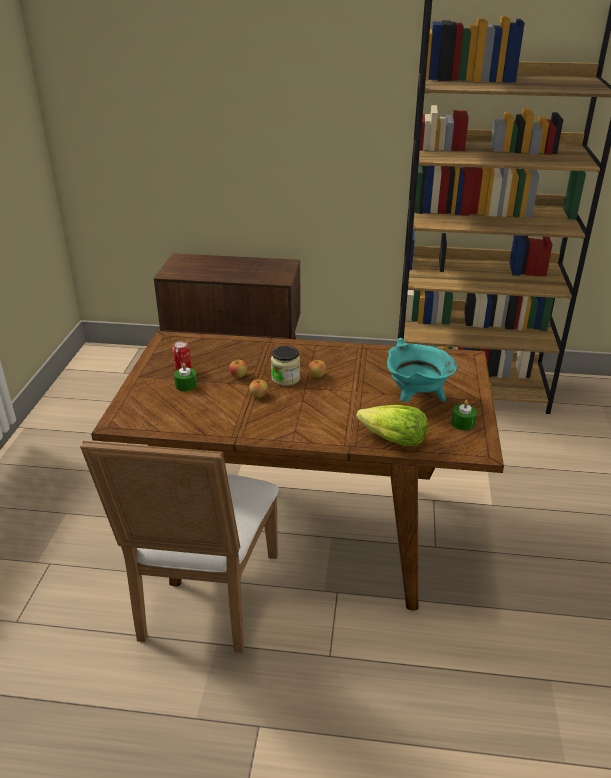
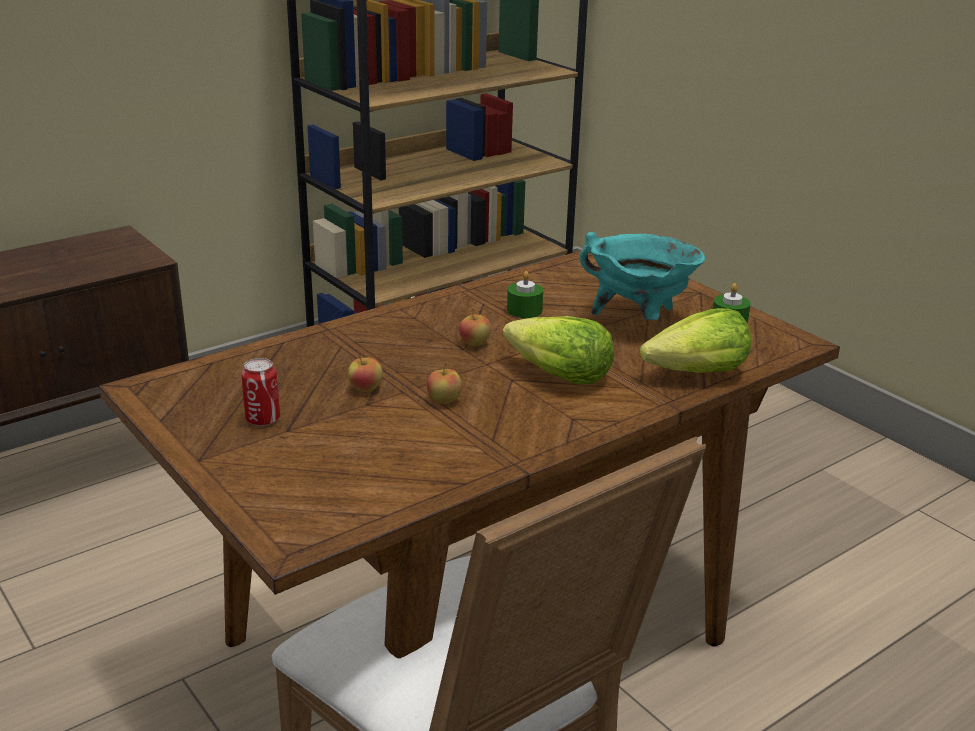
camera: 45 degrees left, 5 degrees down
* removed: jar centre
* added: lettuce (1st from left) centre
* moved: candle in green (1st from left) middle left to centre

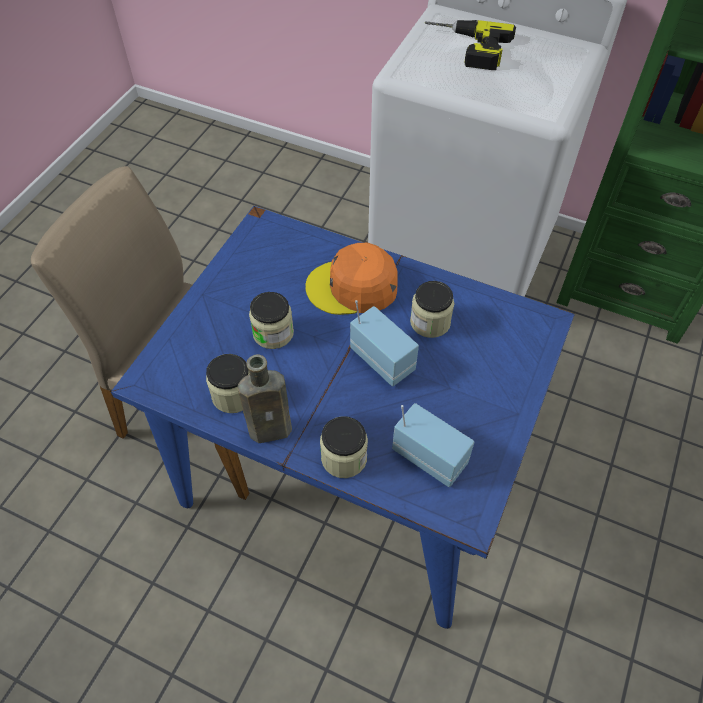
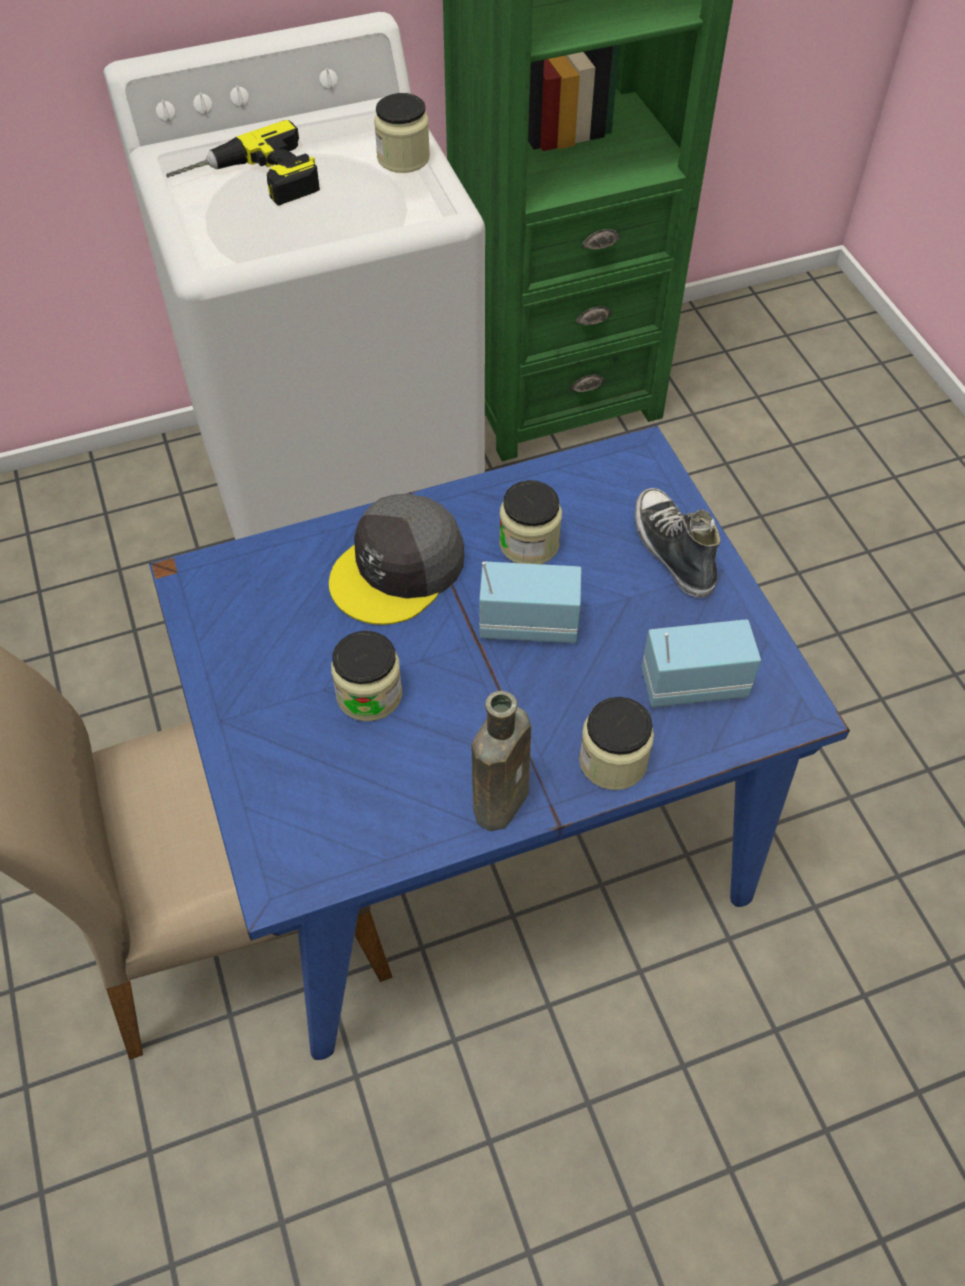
camera: 45 degrees left, 0 degrees up
* added: shoe middle right
* moved: jar (1st from left in the first image) middle left to jar (2nd from left) top centre
* recoloured: cap in orange centre to cap in grey centre

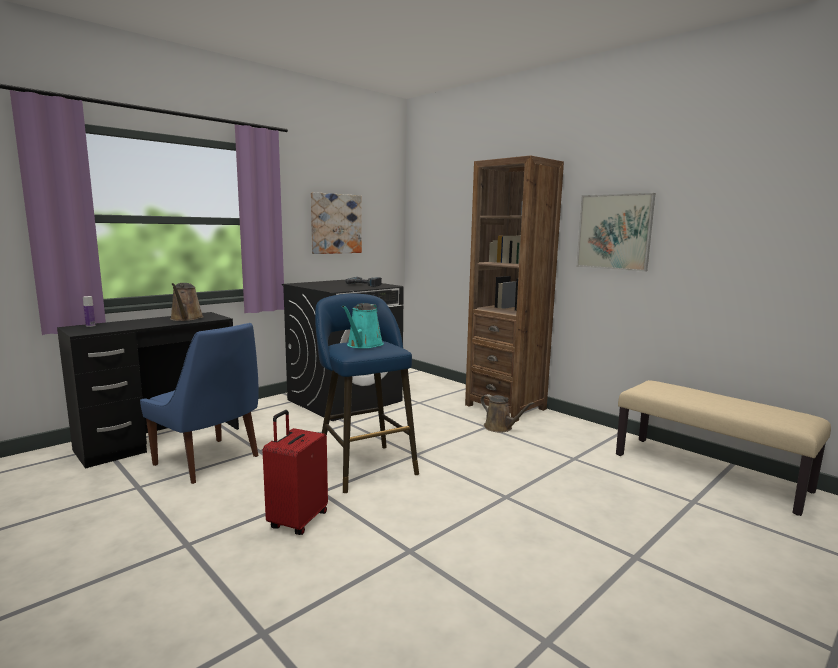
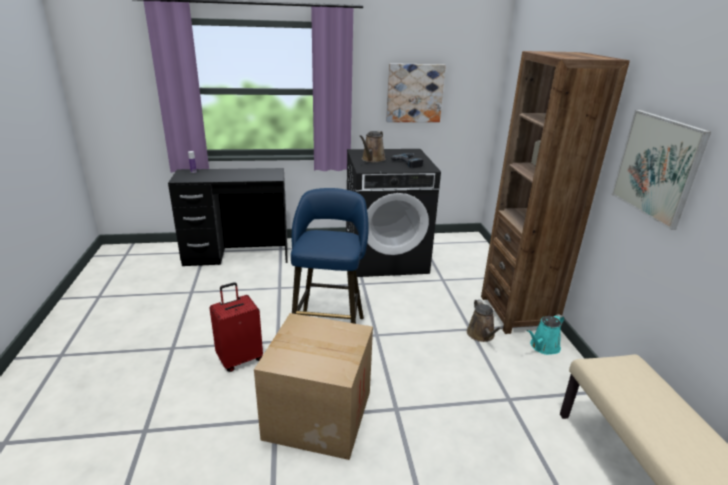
camera: 35 degrees right, 15 degrees up
* removed: chair in blue middle left
* added: cardboard box bottom centre
* moved: watering can in brown (1st from left) middle left to top centre
* moved: watering can in turquoise centre to bottom right

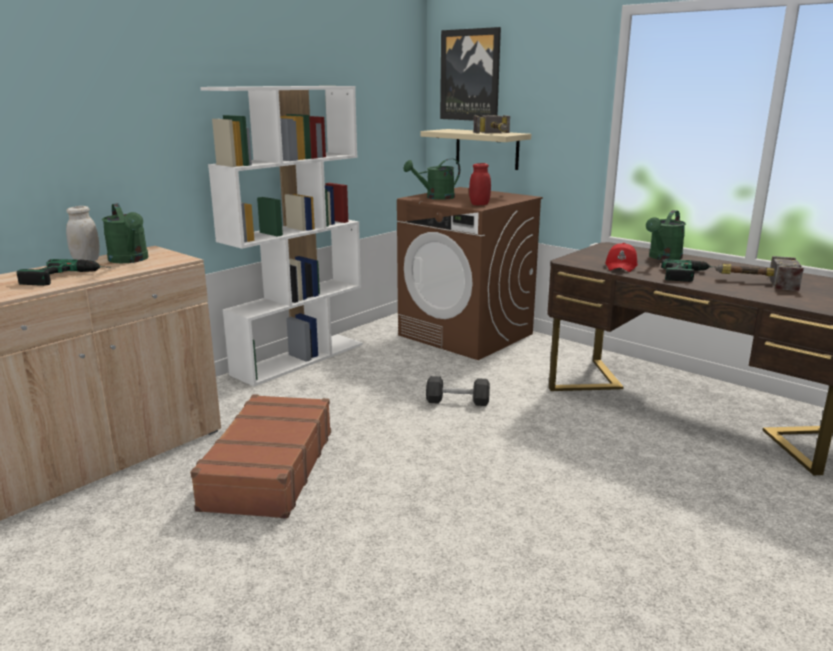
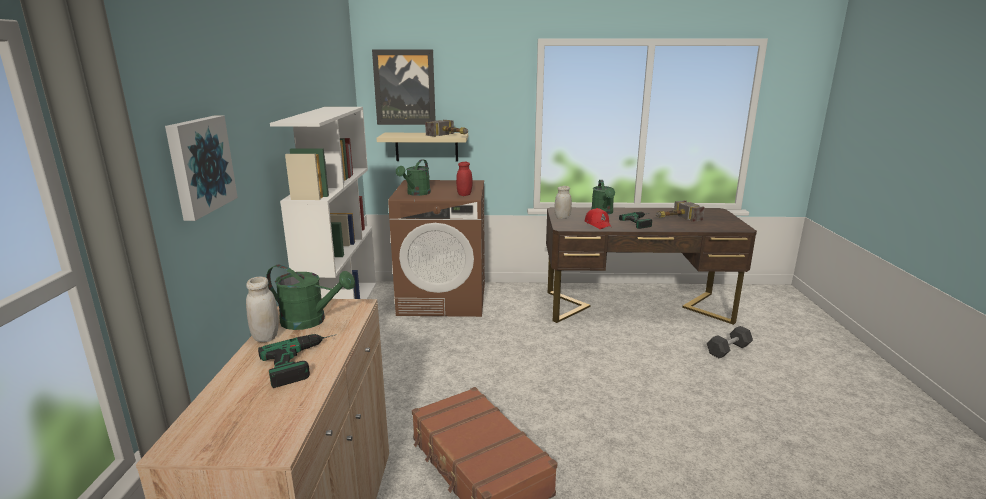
camera: 40 degrees left, 0 degrees up
* added: picture (1st from left) middle left
* added: jar in white (2nd from left) centre
* moved: dumbbell in black centre to bottom right

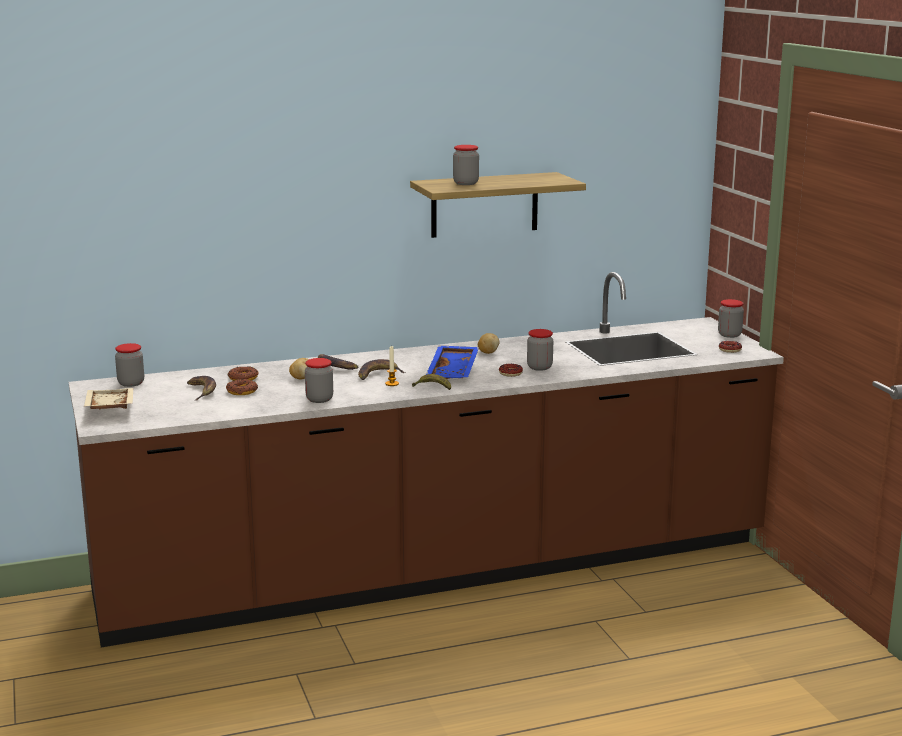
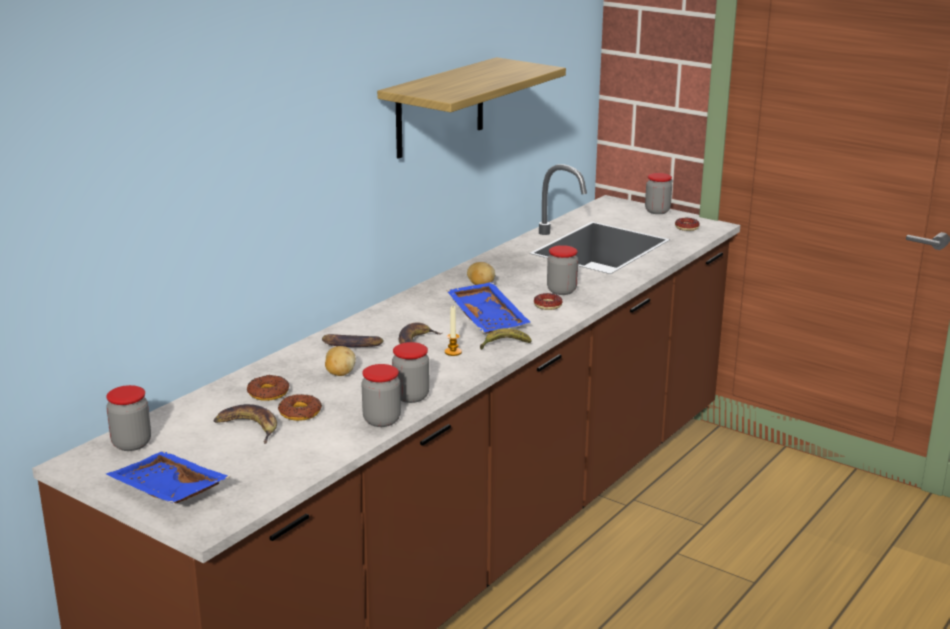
camera: 35 degrees left, 5 degrees up
* moved: jar (3rd from left in the first image) top centre to jar (2nd from left) centre
* recoloured: tray in beige middle left to tray in blue (1st from left) bottom left

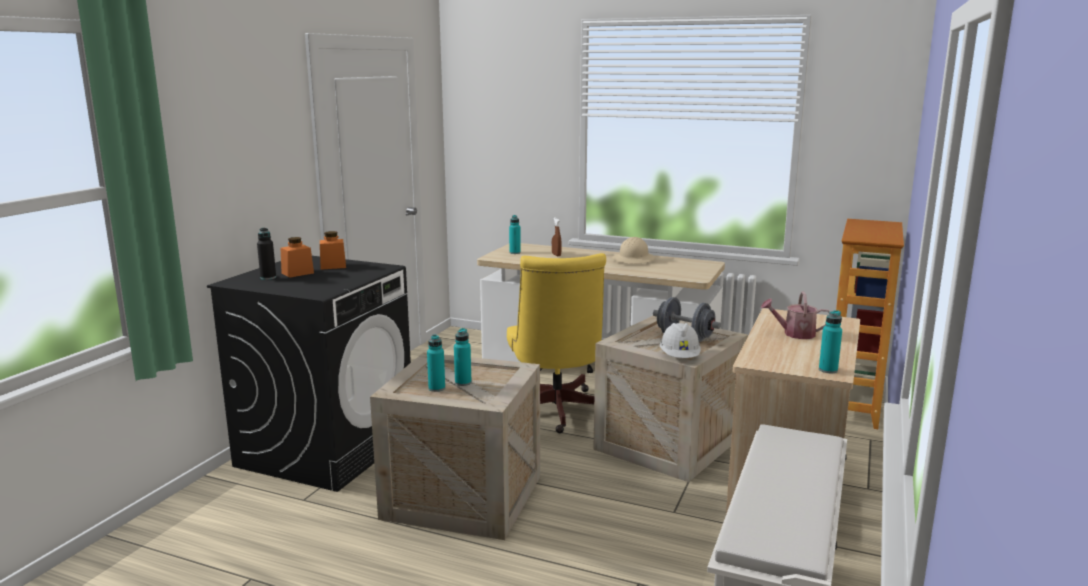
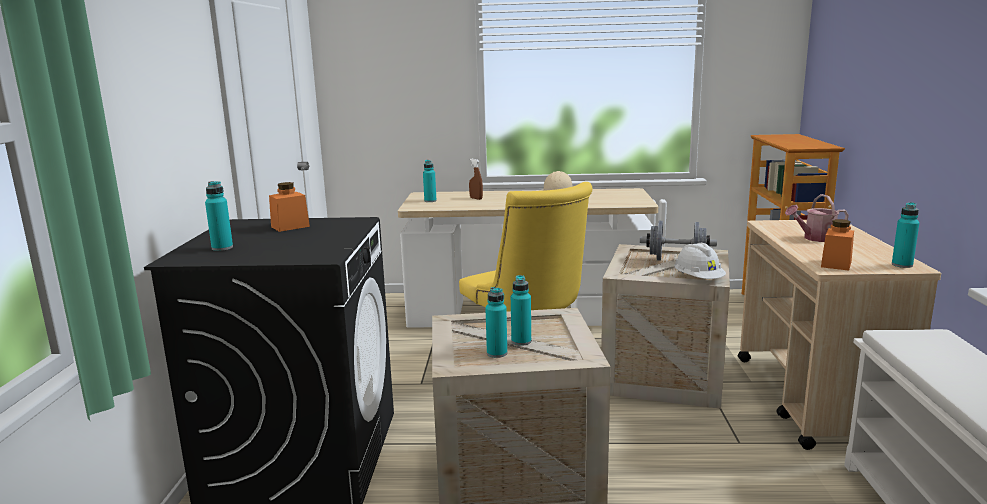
camera: 20 degrees left, 0 degrees up
* moved: jar in orange (1st from left in the first image) middle left to jar in orange (2nd from left) middle right
* recoloured: bottle in black middle left to bottle in turquoise (1st from left) middle left

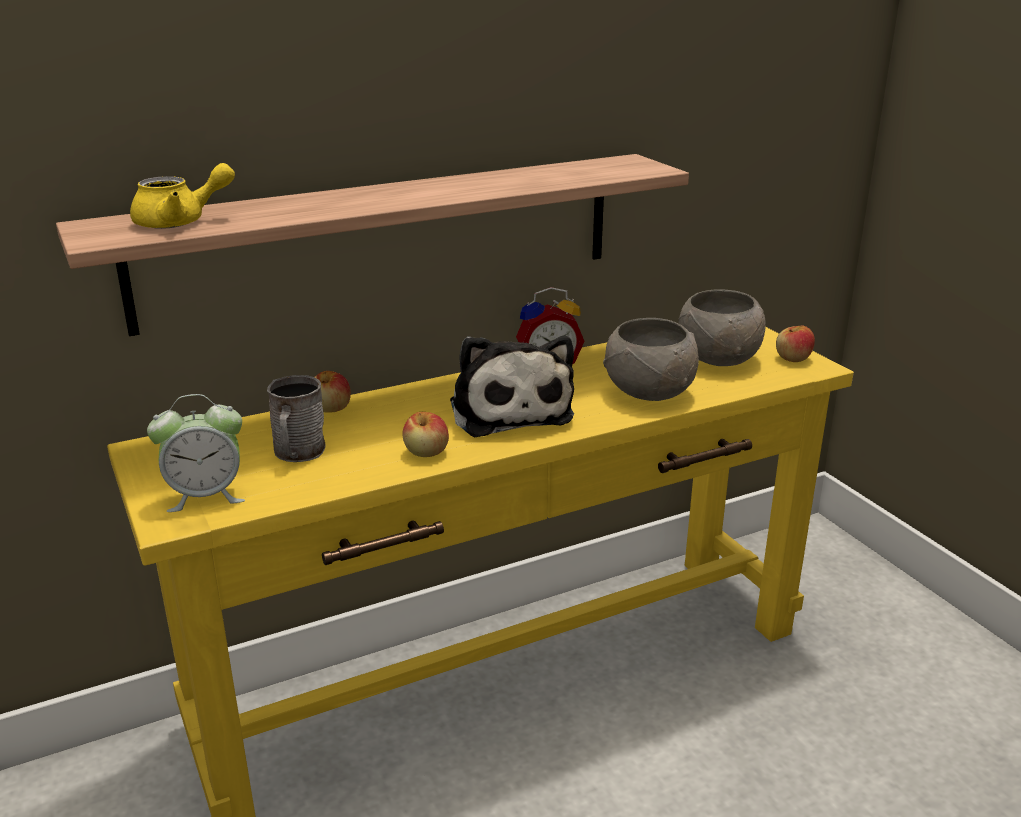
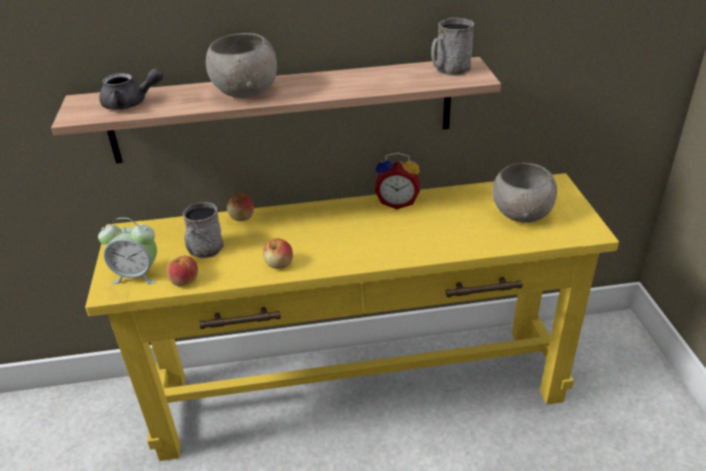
camera: 20 degrees right, 10 degrees up
* removed: plush toy centre
* added: mug in grey (2nd from left) top centre
* moved: bowl in grey (1st from left) centre to top centre
* moved: apple (3rd from left in the first image) middle right to apple (1st from left) middle left
* recoloured: teapot in yellow top left to teapot in grey top left

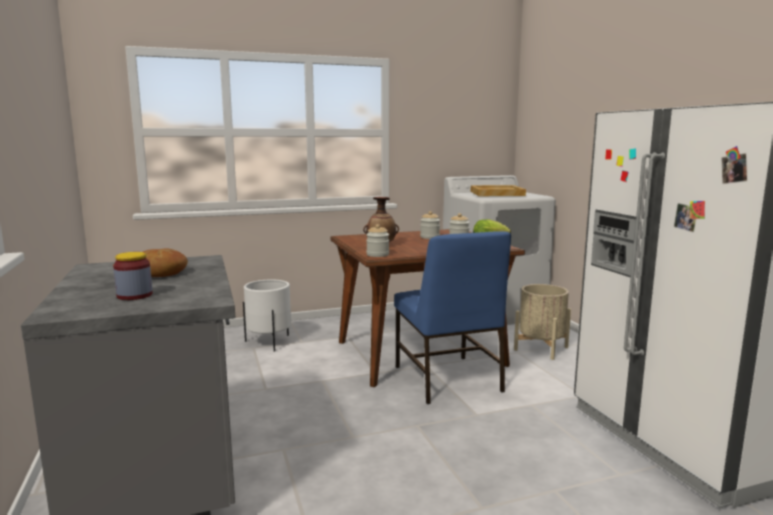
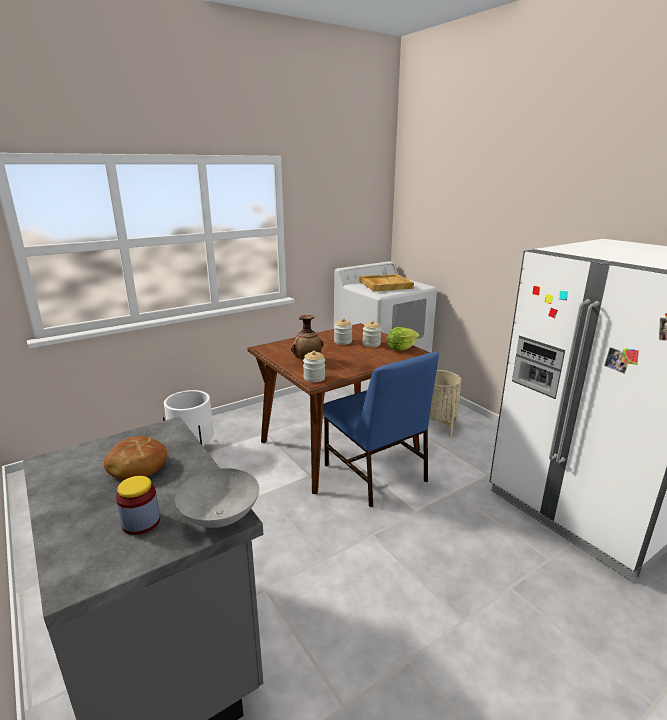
camera: 15 degrees left, 10 degrees up
* added: bowl in grey bottom left

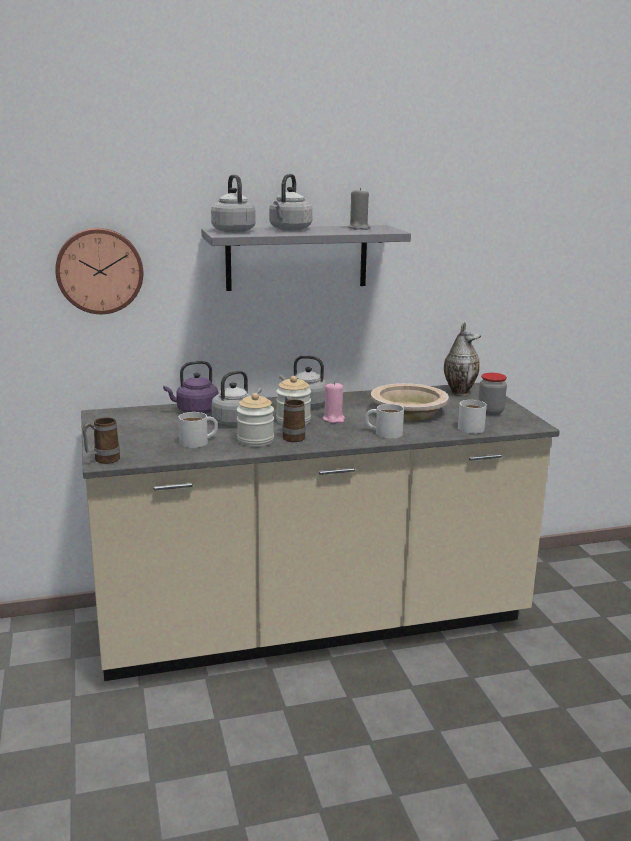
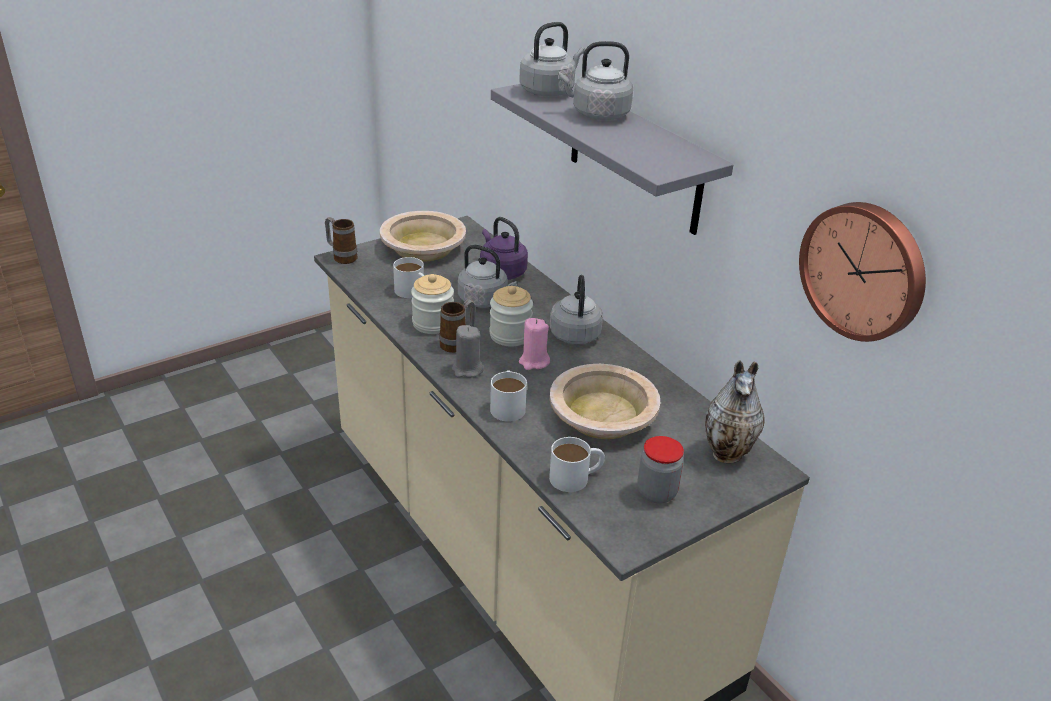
camera: 70 degrees right, 15 degrees up
* added: bowl in beige (1st from left) centre
* moved: wall clock top left to middle right
* moved: candle in grey top centre to centre

